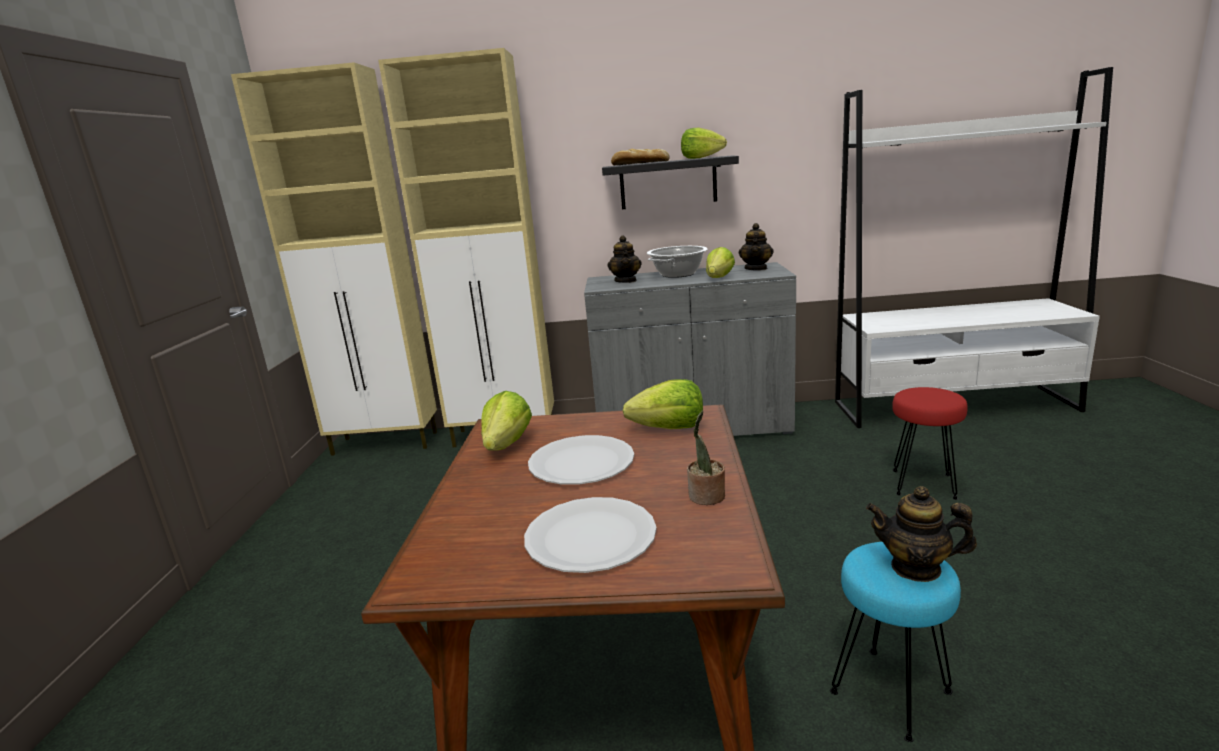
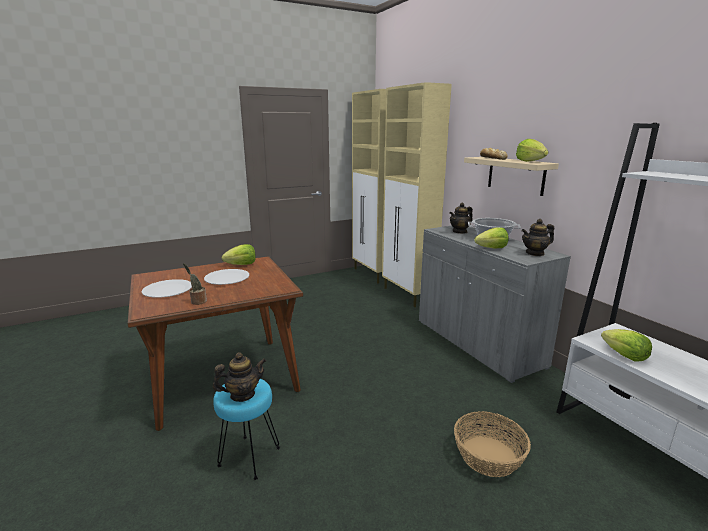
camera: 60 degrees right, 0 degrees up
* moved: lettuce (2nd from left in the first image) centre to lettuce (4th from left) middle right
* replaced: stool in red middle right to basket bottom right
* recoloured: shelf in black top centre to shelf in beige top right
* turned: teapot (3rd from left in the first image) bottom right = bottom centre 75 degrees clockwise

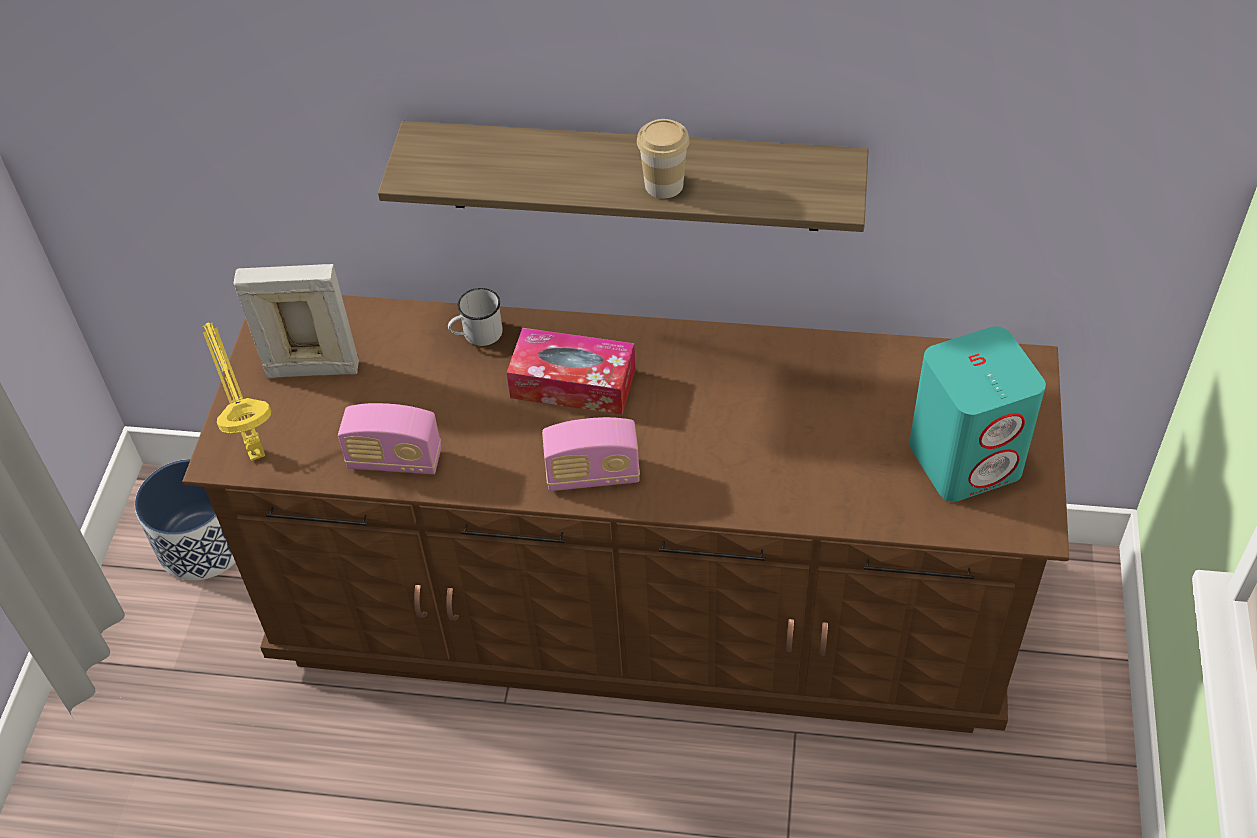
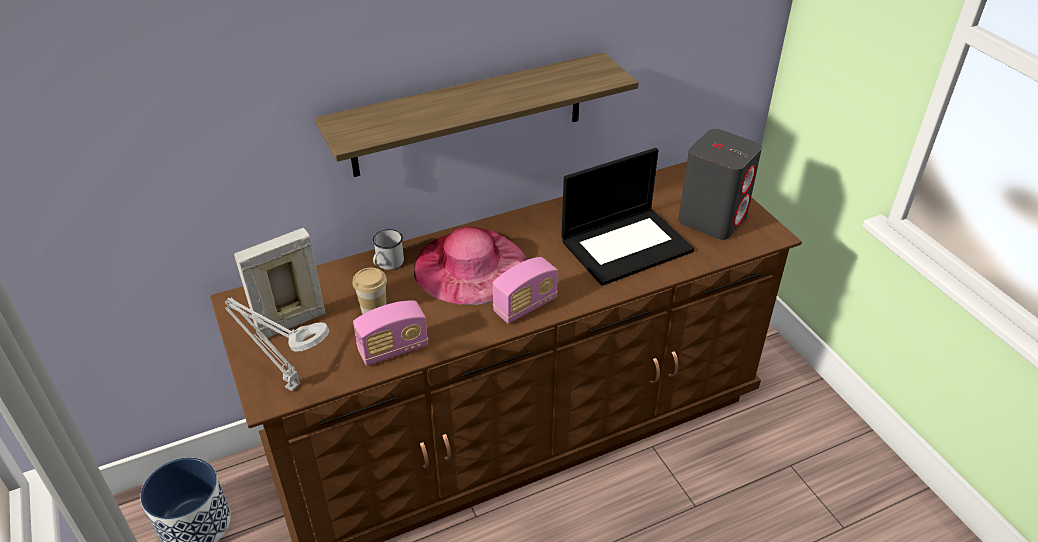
camera: 35 degrees left, 10 degrees down
* added: laptop centre
* moved: cup top centre to centre
* replaced: tissue box centre to hat in pink centre
* recoloured: table lamp in yellow middle left to table lamp in grey middle left
* recoloured: speaker in turquoise middle right to speaker in grey middle right

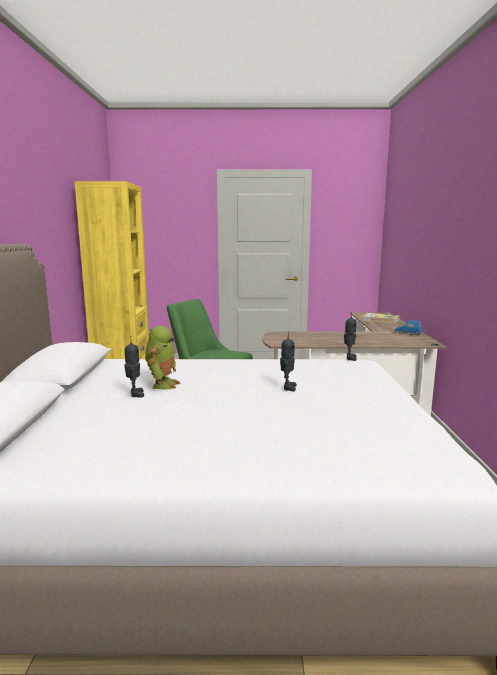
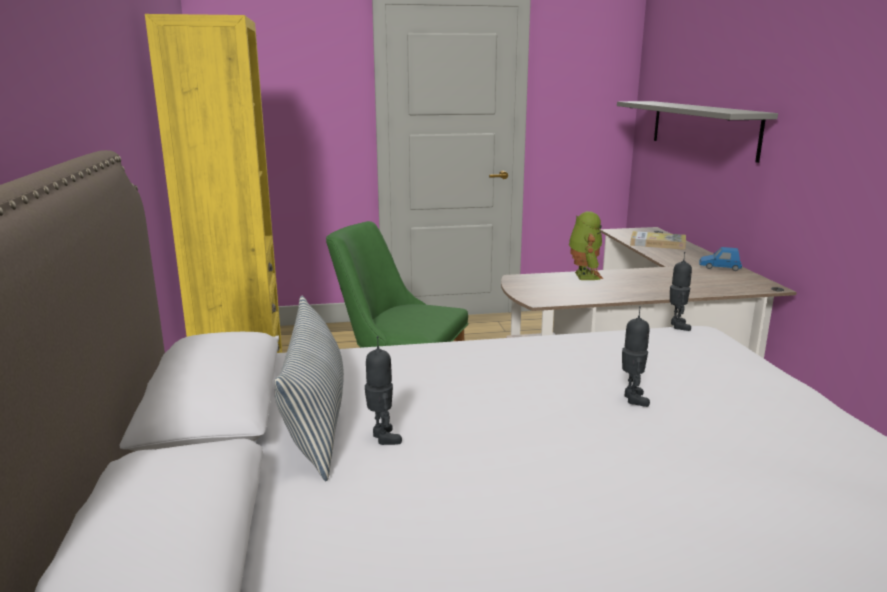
camera: 10 degrees left, 5 degrees up
* added: pillow centre
* added: shelf in grey top right
* moved: toy robot (2nd from left) middle left to centre

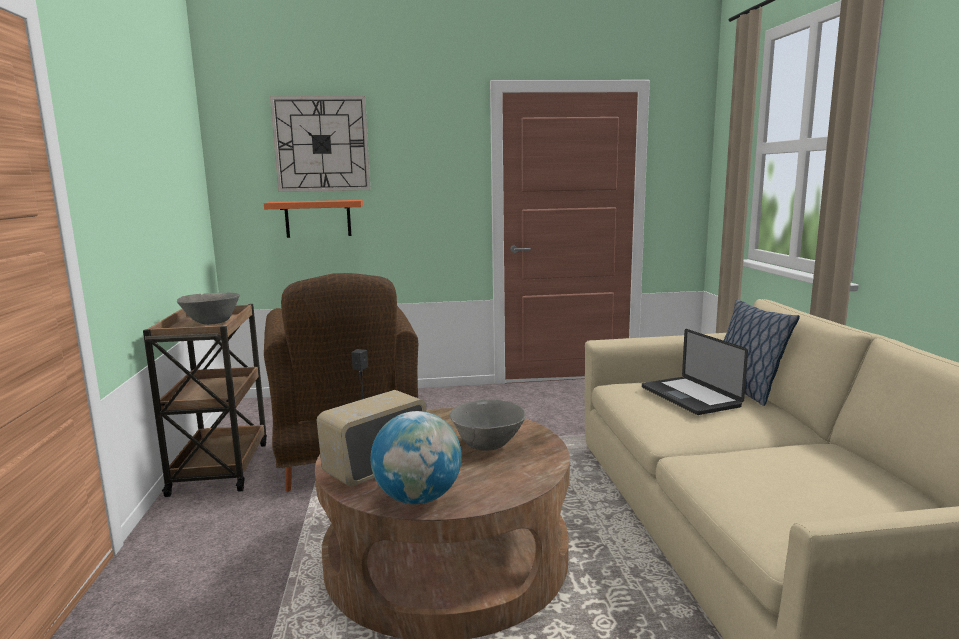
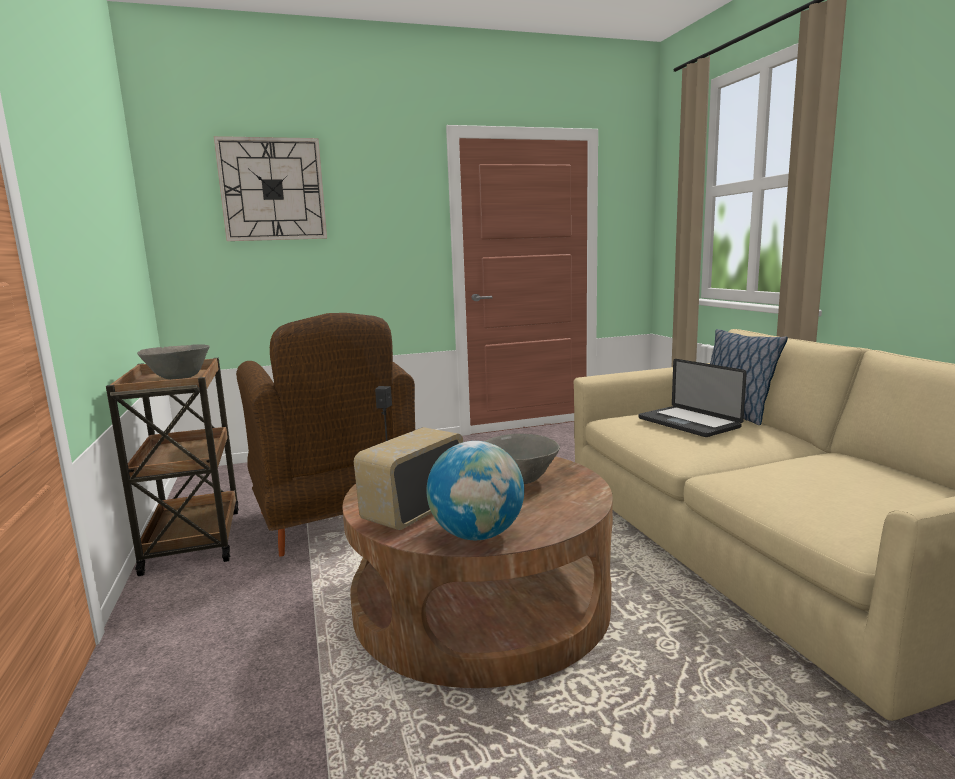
camera: 10 degrees left, 0 degrees up
* removed: shelf in orange middle left

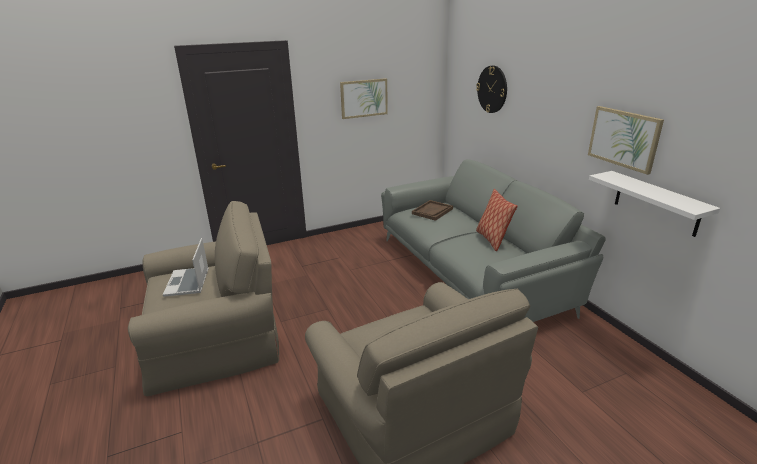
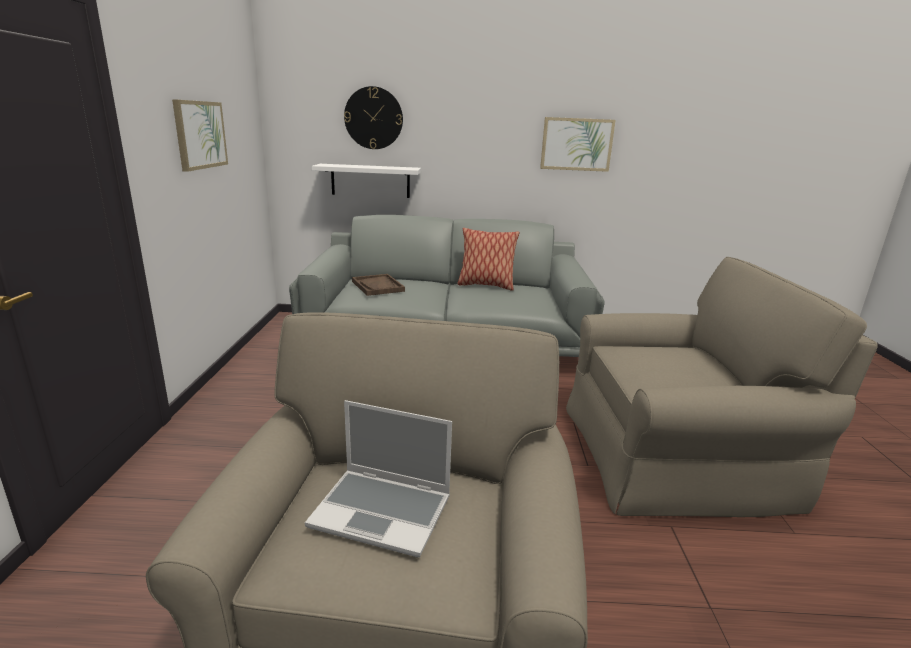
camera: 65 degrees left, 5 degrees down
* moved: shelf in white middle right to top centre

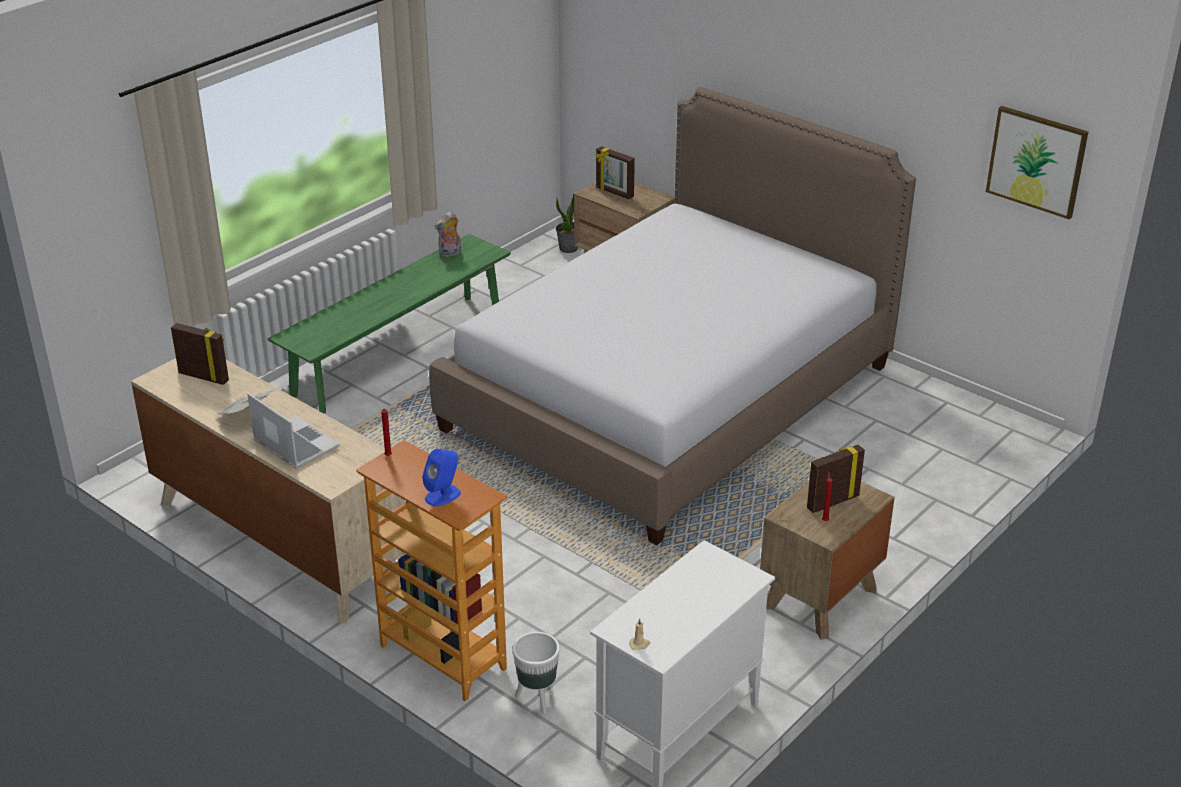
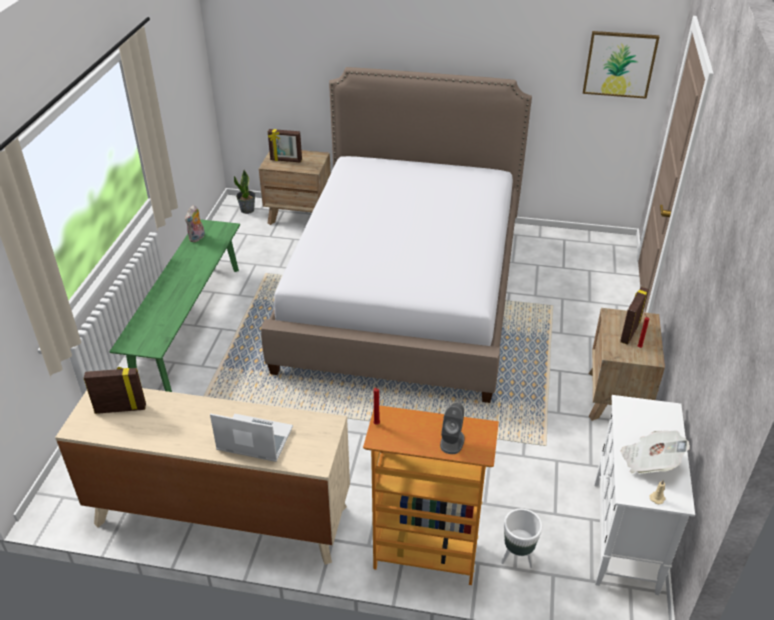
camera: 30 degrees left, 5 degrees up
* moved: newspaper middle left to bottom right
* recoloured: speaker in blue centre to speaker in grey bottom centre

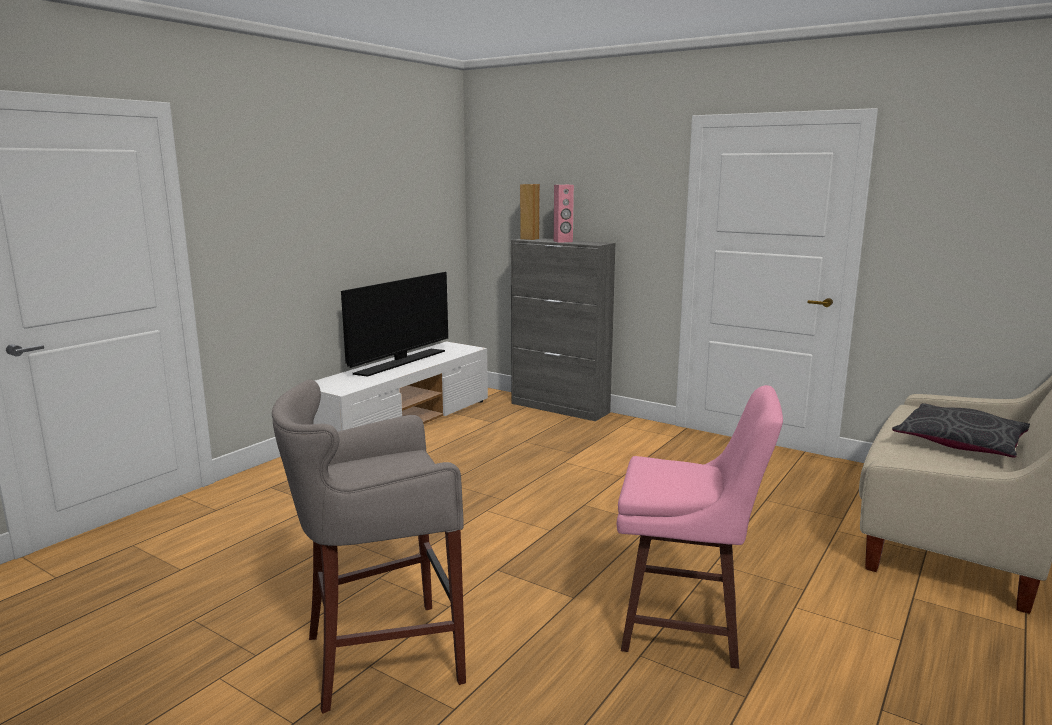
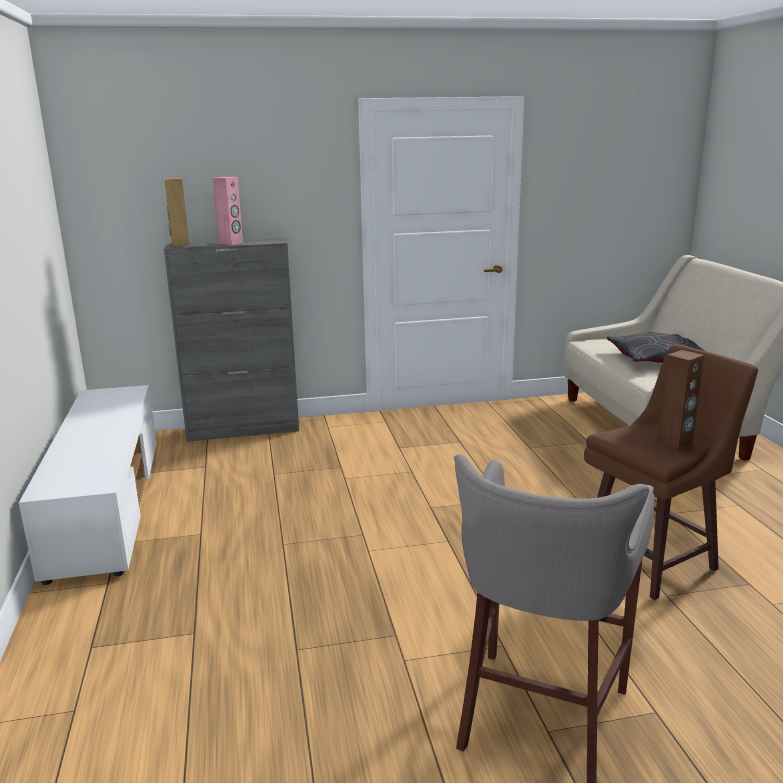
camera: 45 degrees left, 5 degrees up
* removed: television centre
* added: speaker in brown (2nd from left) middle right
* recoloured: stool in pink bottom centre to stool in brown middle right

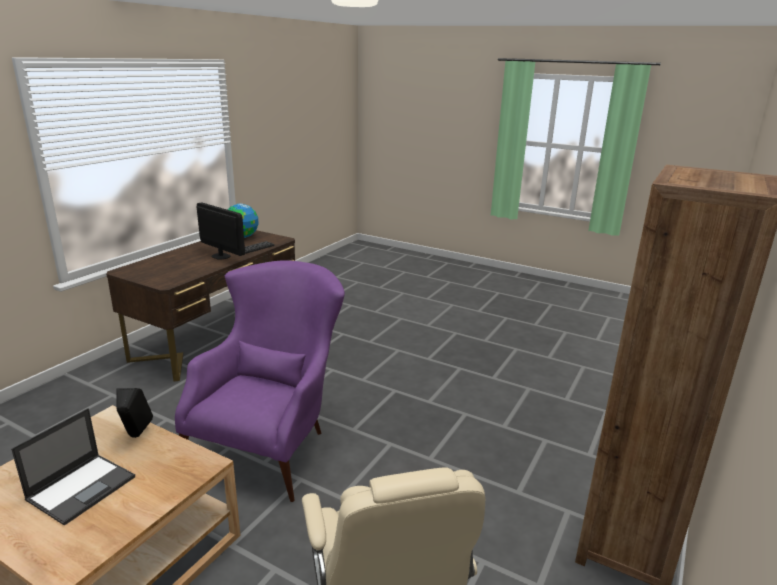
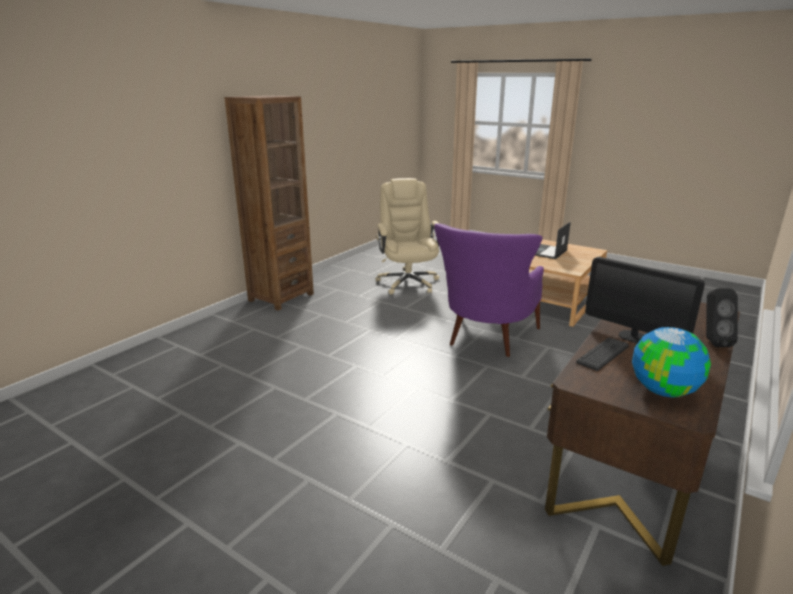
camera: 175 degrees left, 0 degrees up
* moved: speaker in black bottom left to middle right

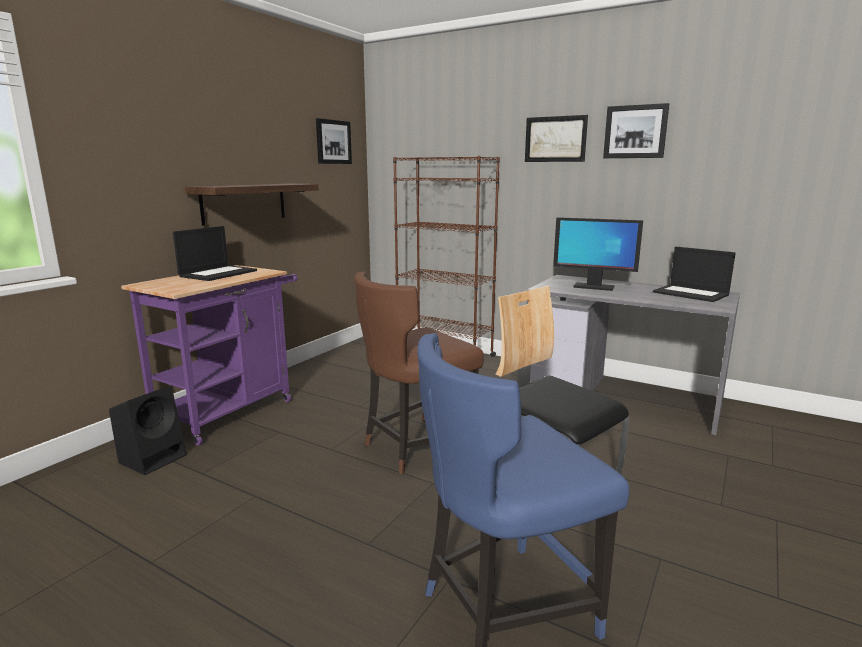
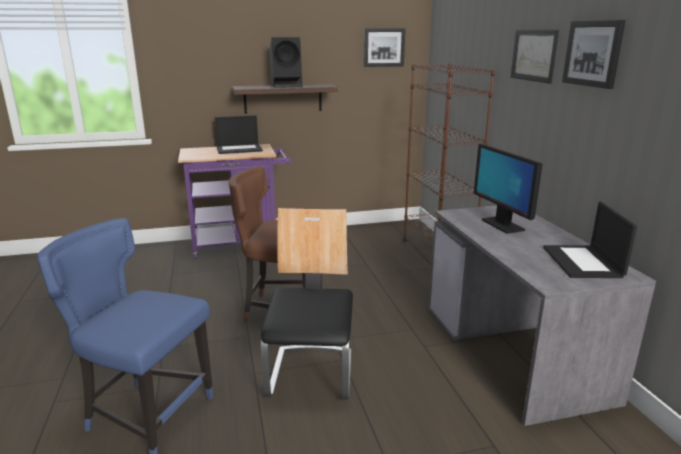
camera: 45 degrees right, 5 degrees up
* moved: speaker in black middle left to top centre

